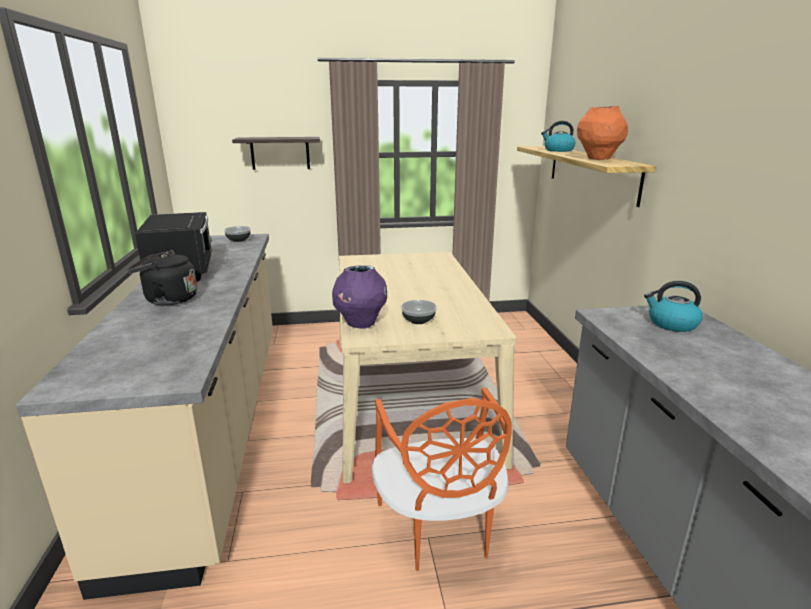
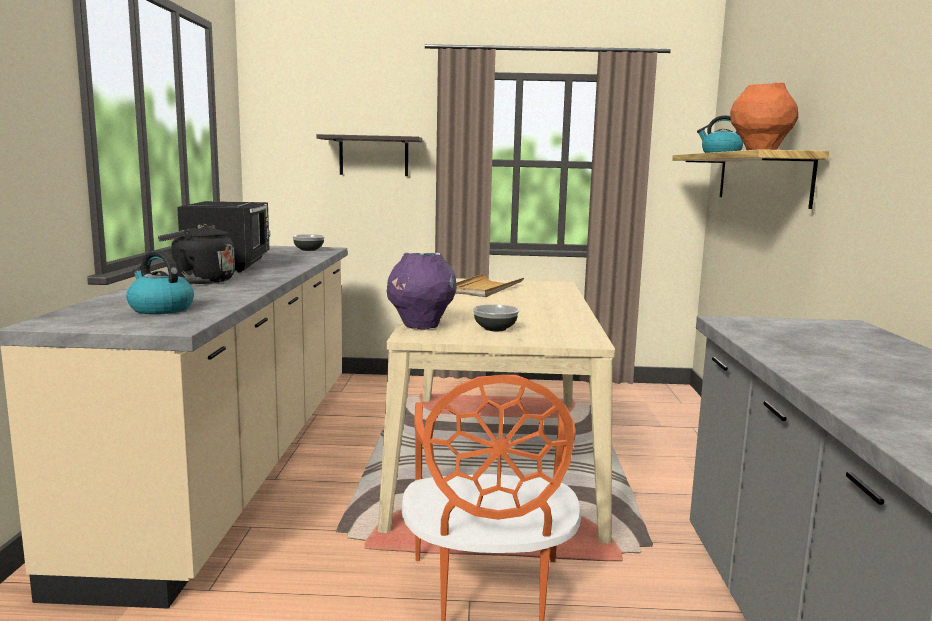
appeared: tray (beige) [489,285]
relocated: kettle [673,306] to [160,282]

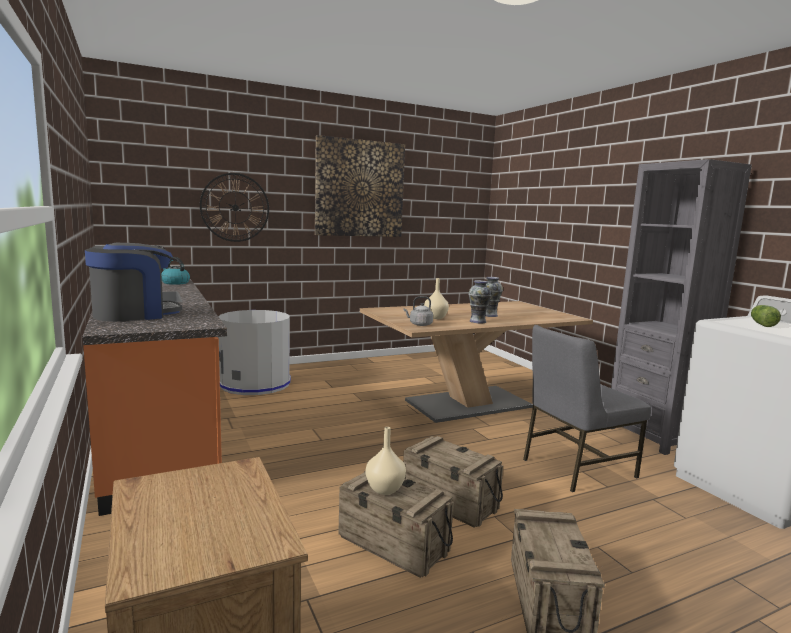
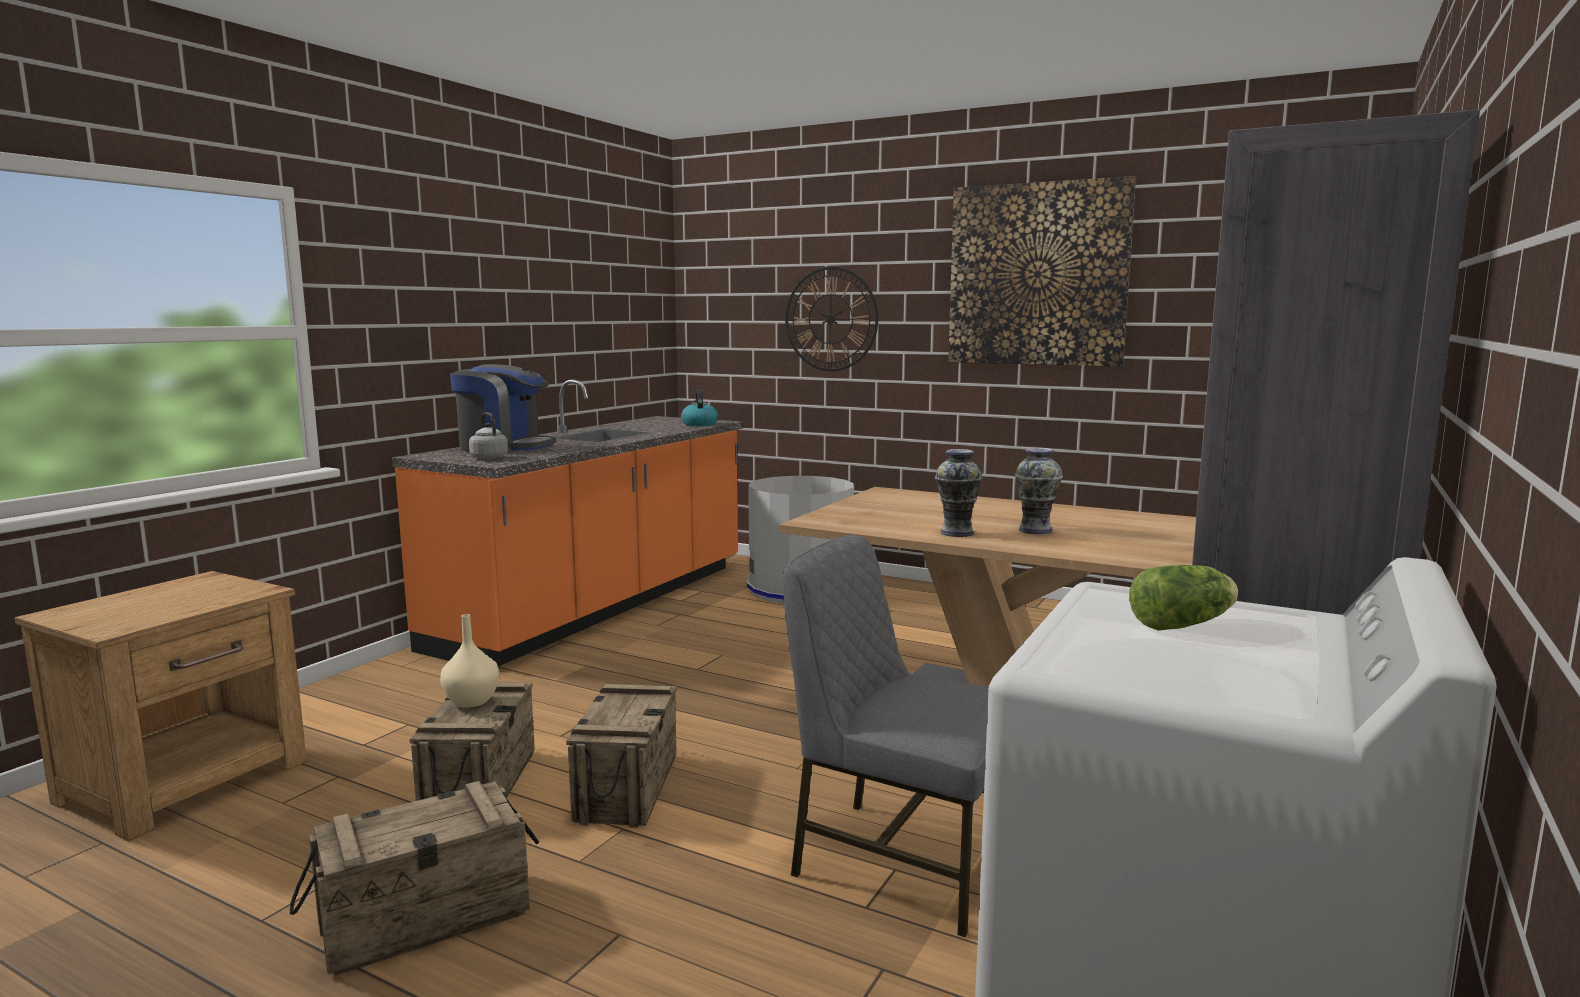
missing: vase (beige) [436,298]
relocated: kettle (grey) [418,311] to [488,436]

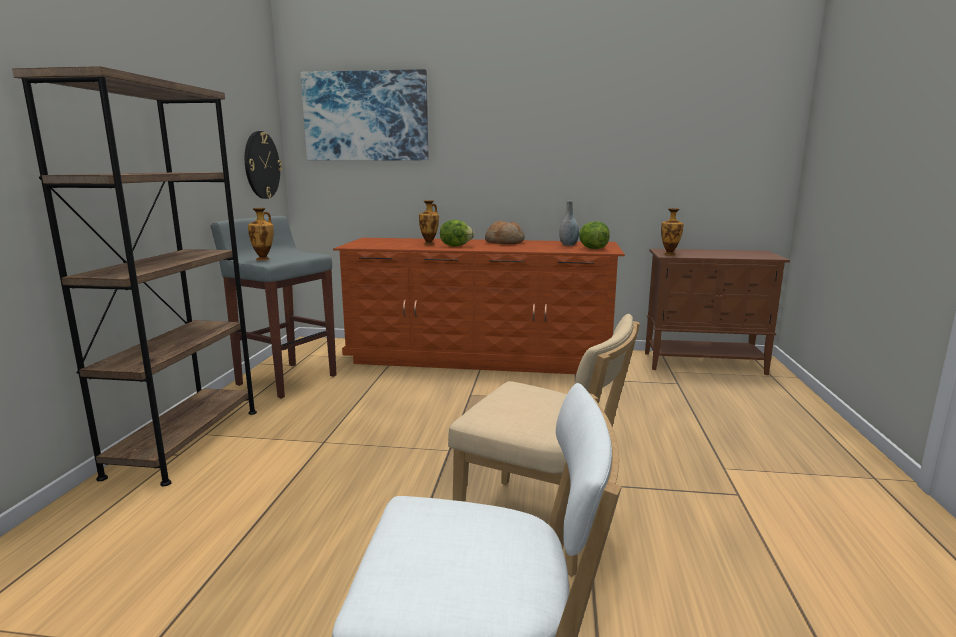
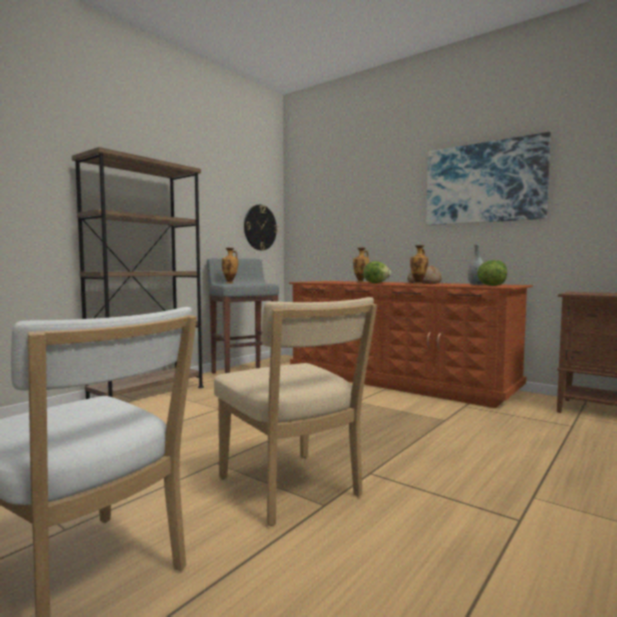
relocated: picture [364,114] to [488,179]; vase [672,231] to [419,264]

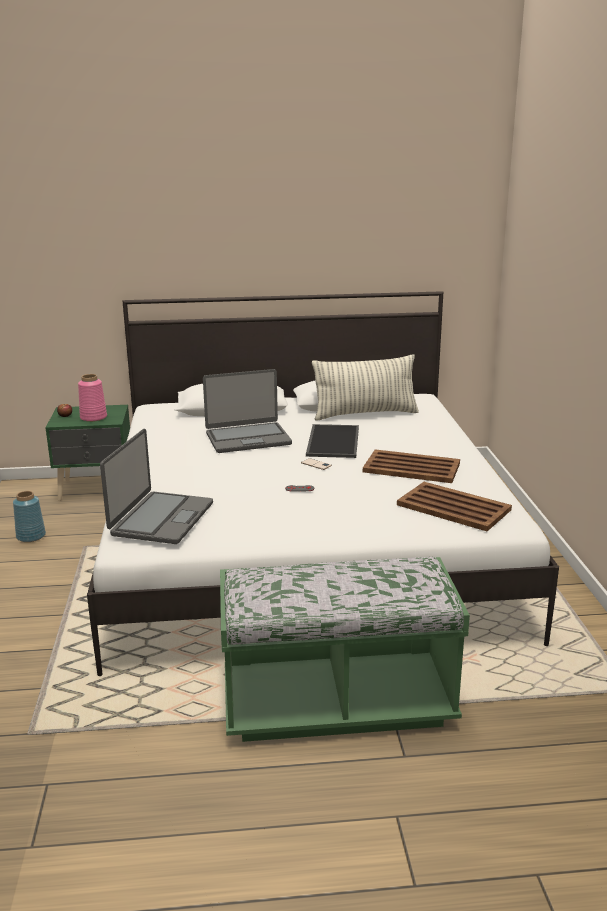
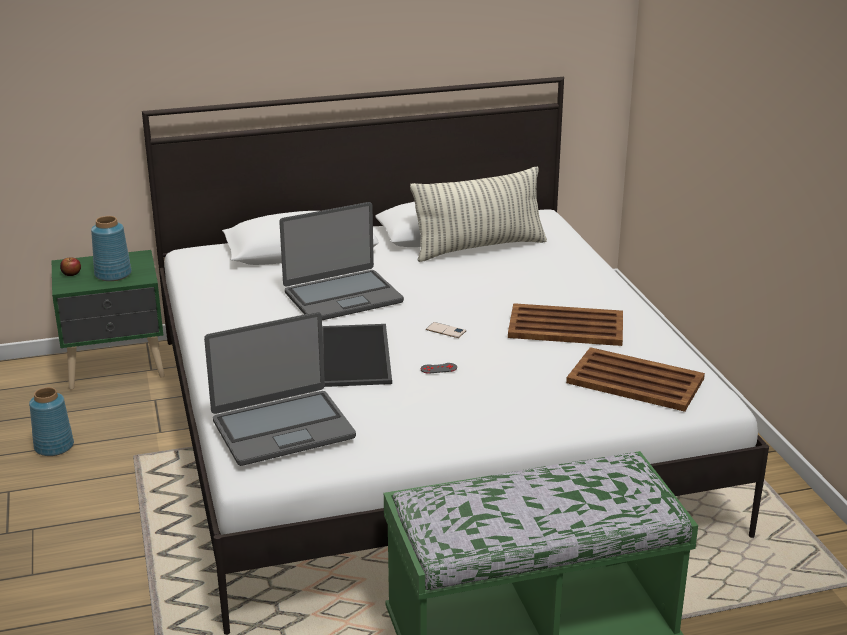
relocated: tray [332,441] to [357,355]
colour: vase (pink) [92,398] to vase (blue) [111,248]
spun: laptop [156,486] = [280,389] 60 degrees clockwise

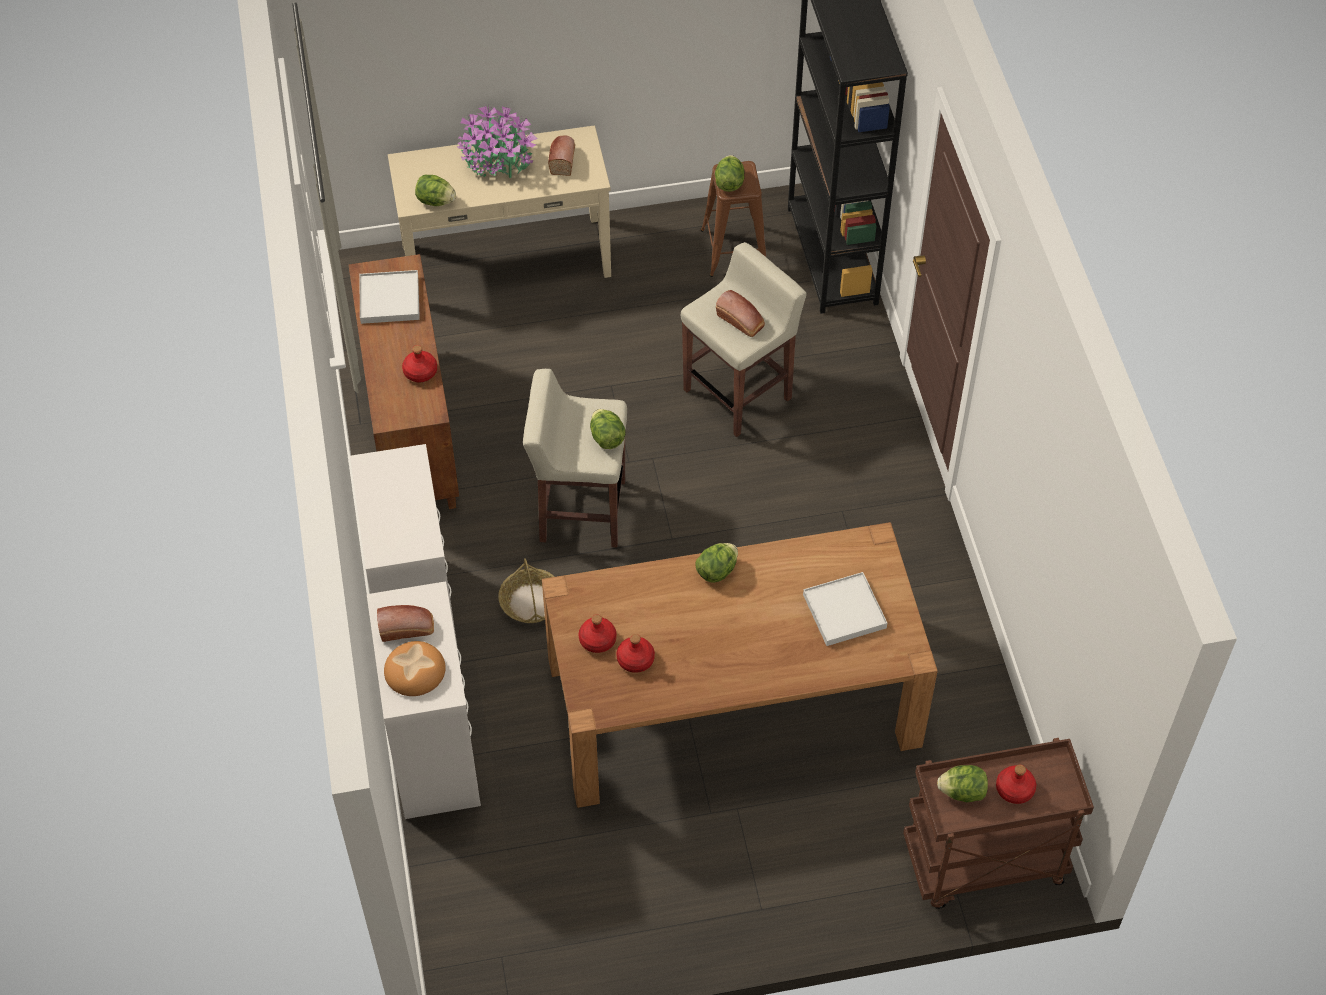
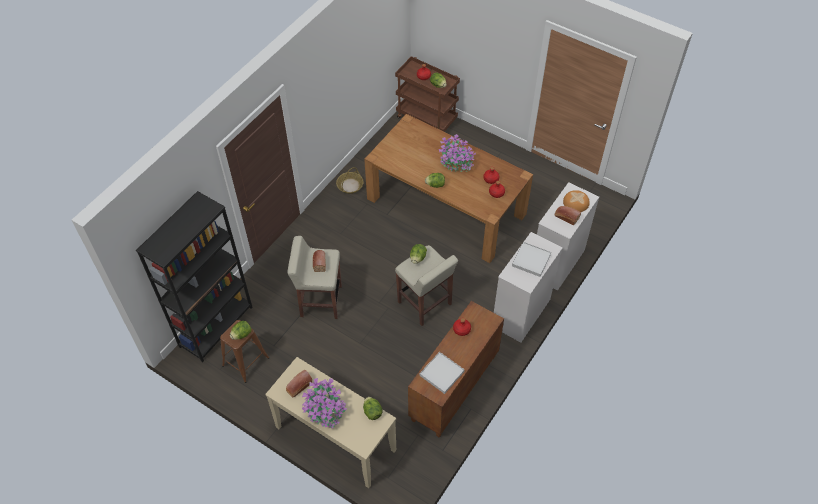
appeared: potted plant [457,153]
relocated: basket [526,590] to [350,180]; tray (white) [845,609] to [531,259]

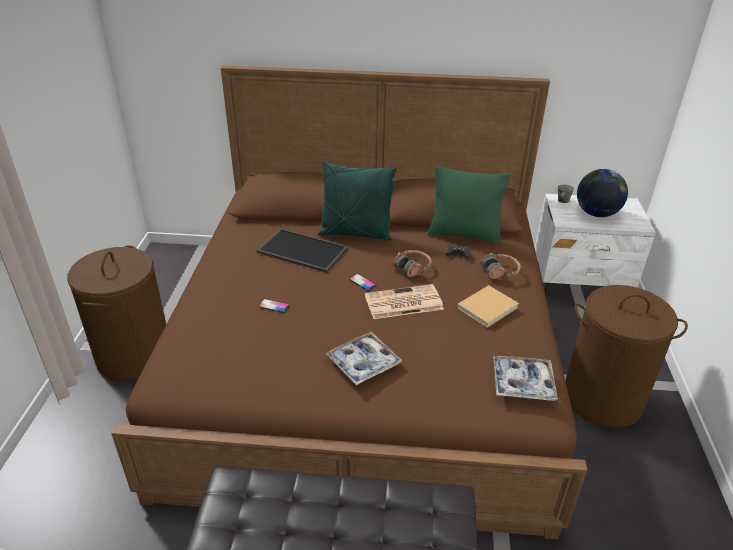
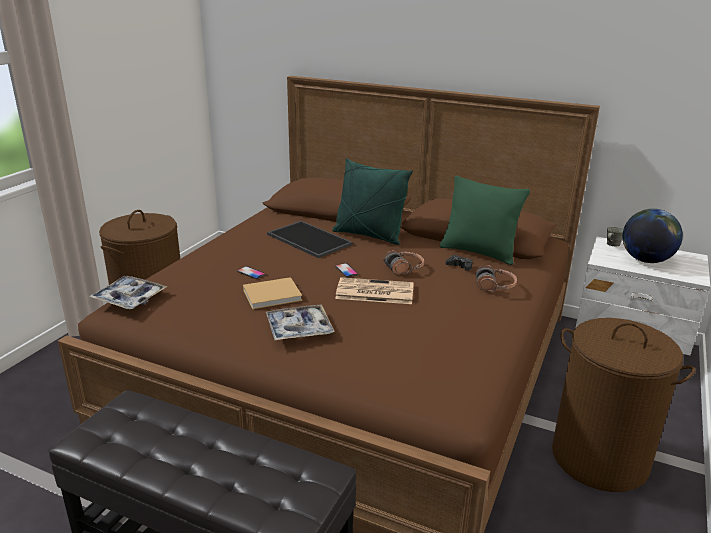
relocated: book (beige) [488,306] to [272,293]; tray [525,378] to [128,292]

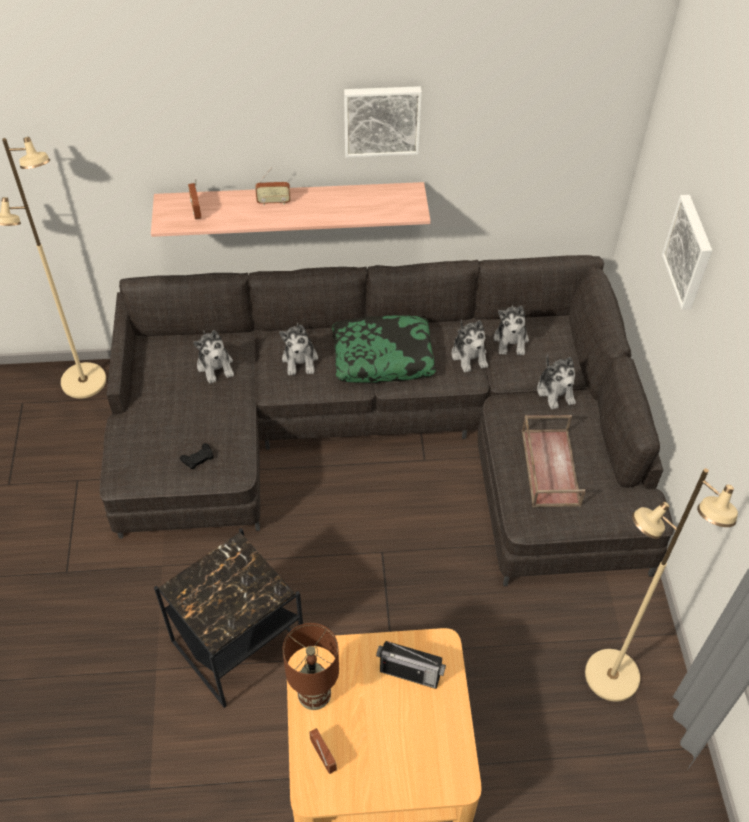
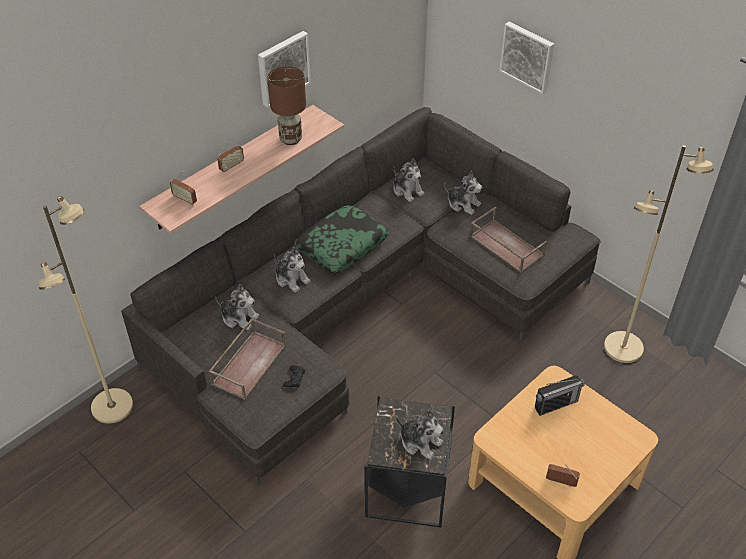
appeared: tray (brown) [247,359]
relocated: table lamp (brown) [311,666] to [286,105]; plush toy [470,346] to [419,435]

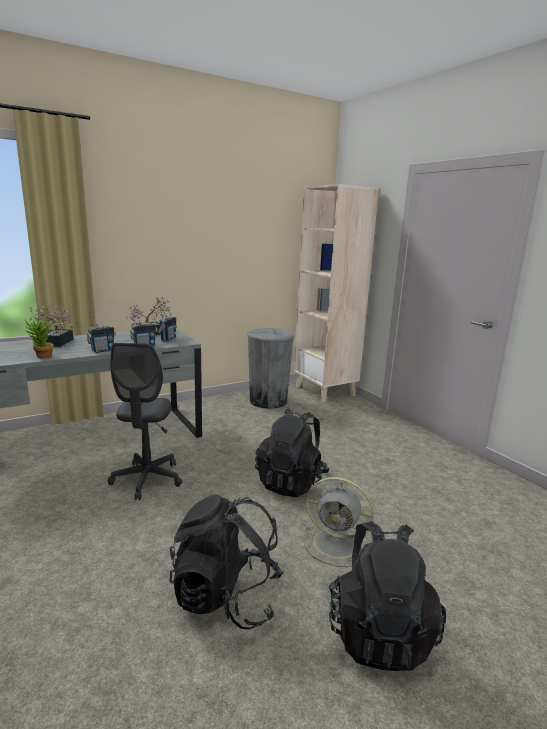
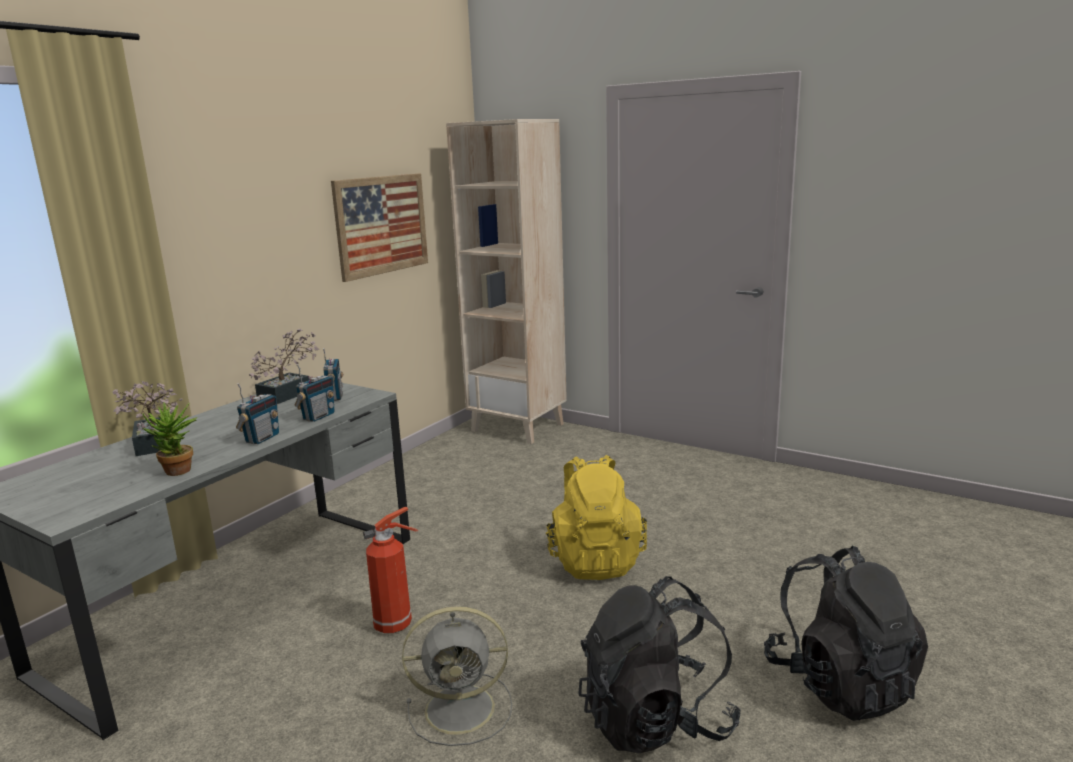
missing: trash can (grey) [270,368]
appeared: picture [379,227]
relocated: fan (grey) [338,522] to [457,676]
exchanged: office chair (grey) [145,421] to fire extinguisher [390,570]
colour: backpack (black) [292,452] to backpack (yellow) [596,517]

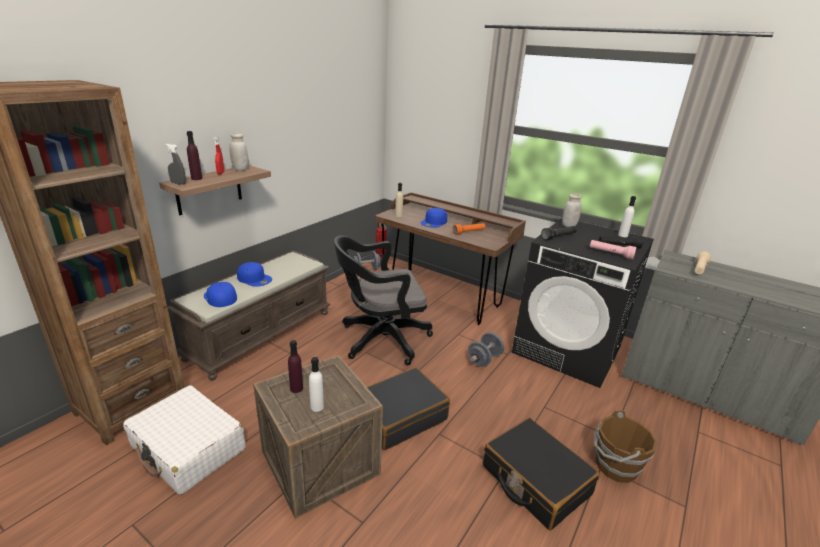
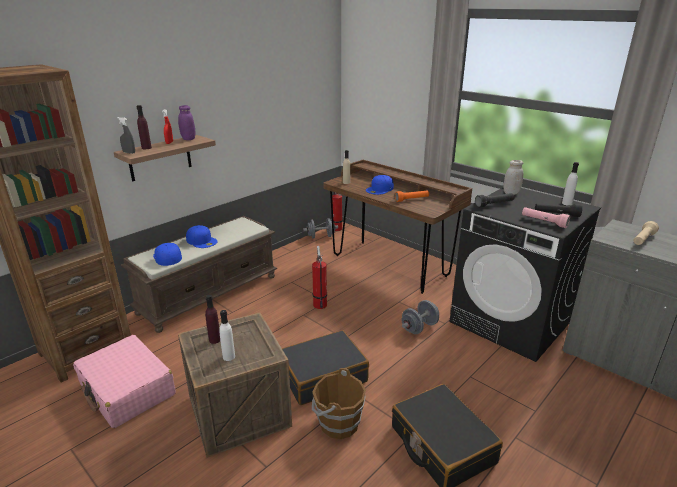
relocated: bucket (brown) [625,446] to [339,403]
exchanged: office chair (black) [383,300] to fire extinguisher [319,277]
colour: suitcase (white) [184,440] to suitcase (pink) [124,381]; jar (white) [239,152] to jar (purple) [186,122]

